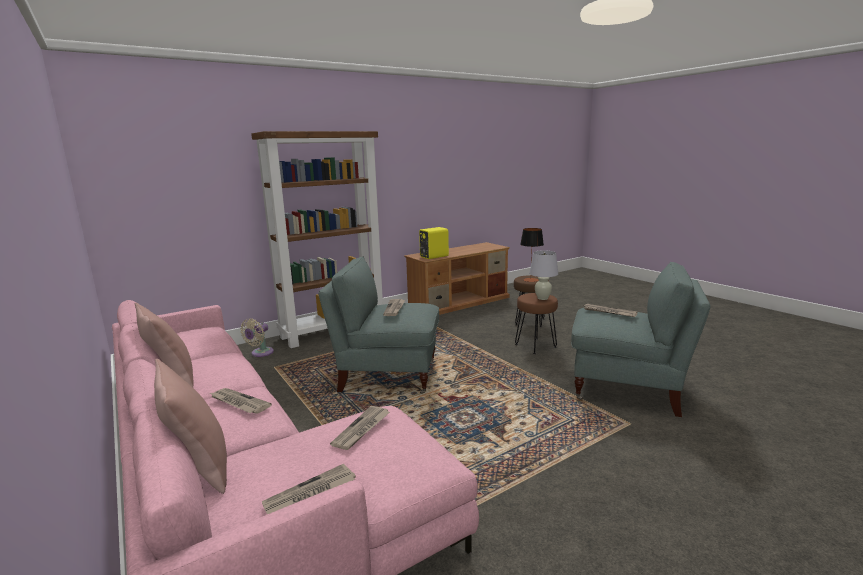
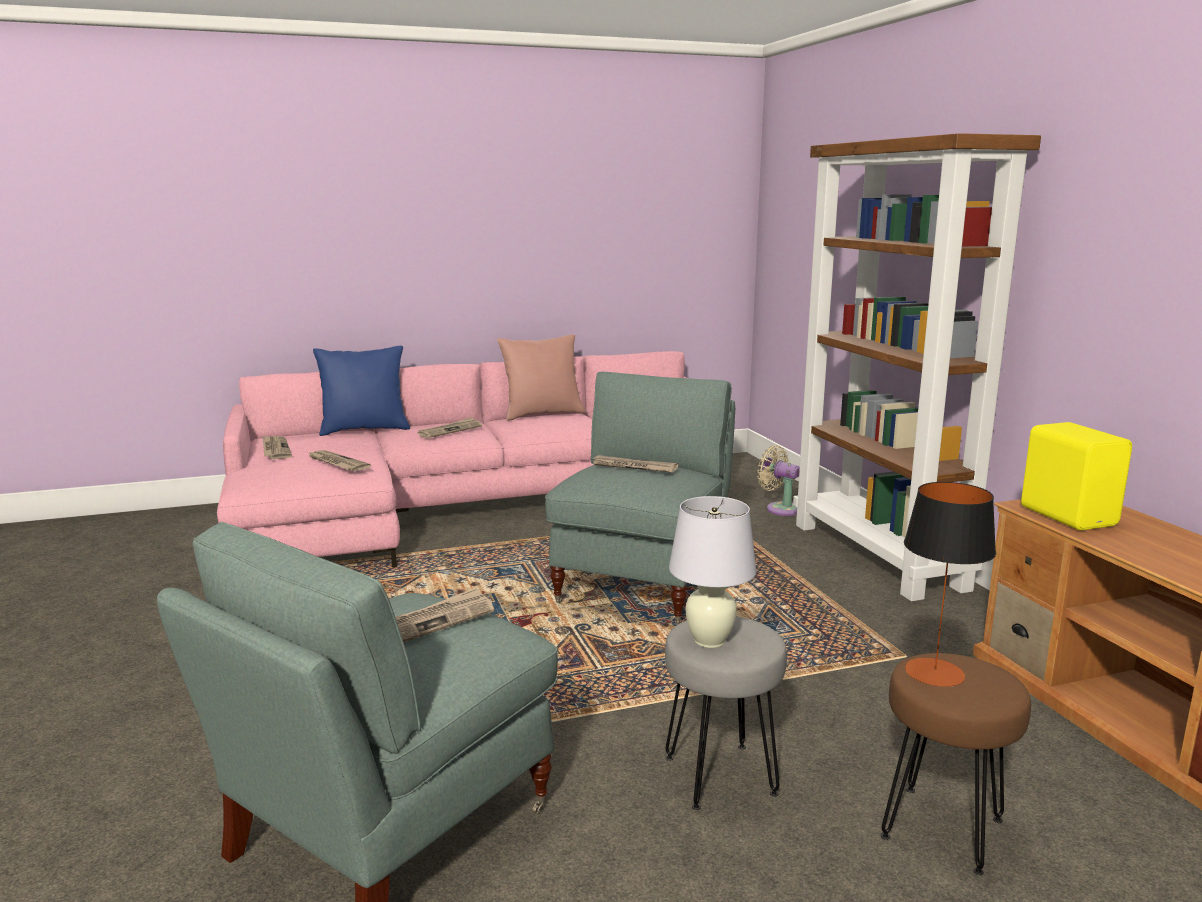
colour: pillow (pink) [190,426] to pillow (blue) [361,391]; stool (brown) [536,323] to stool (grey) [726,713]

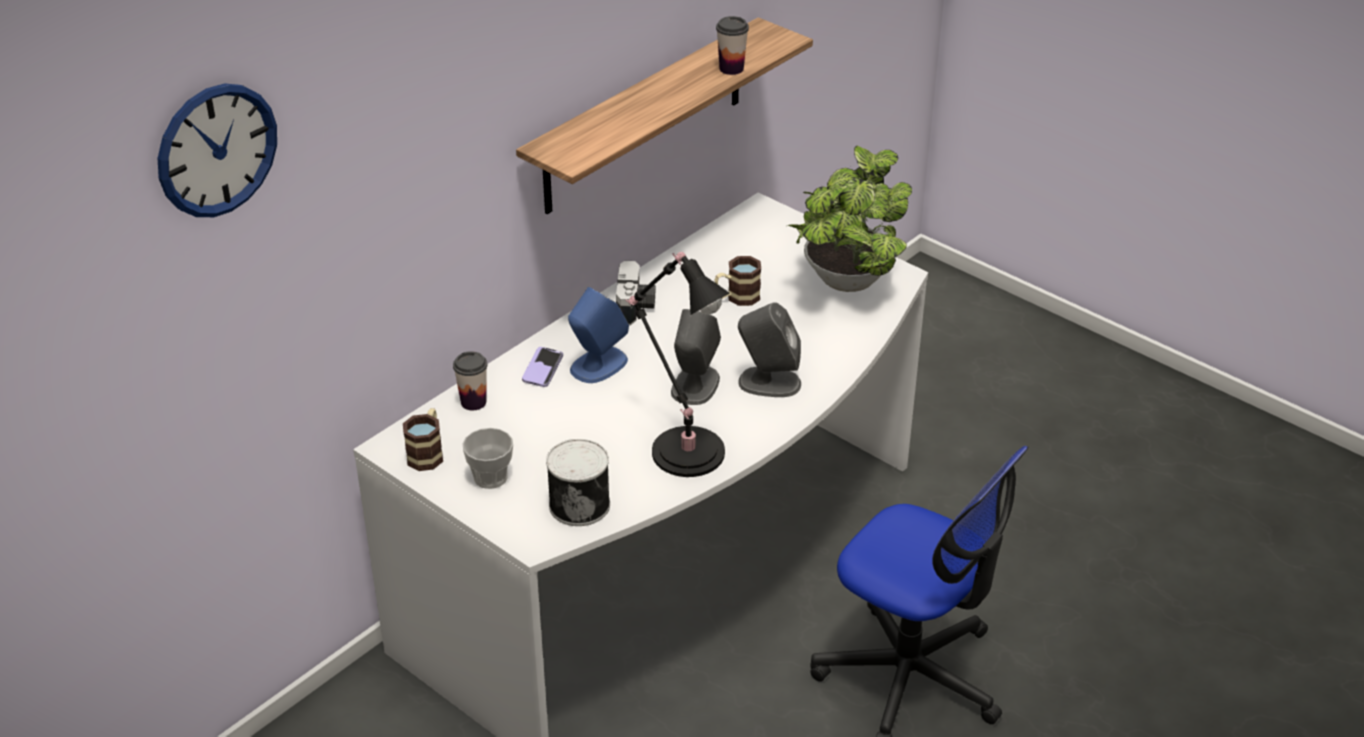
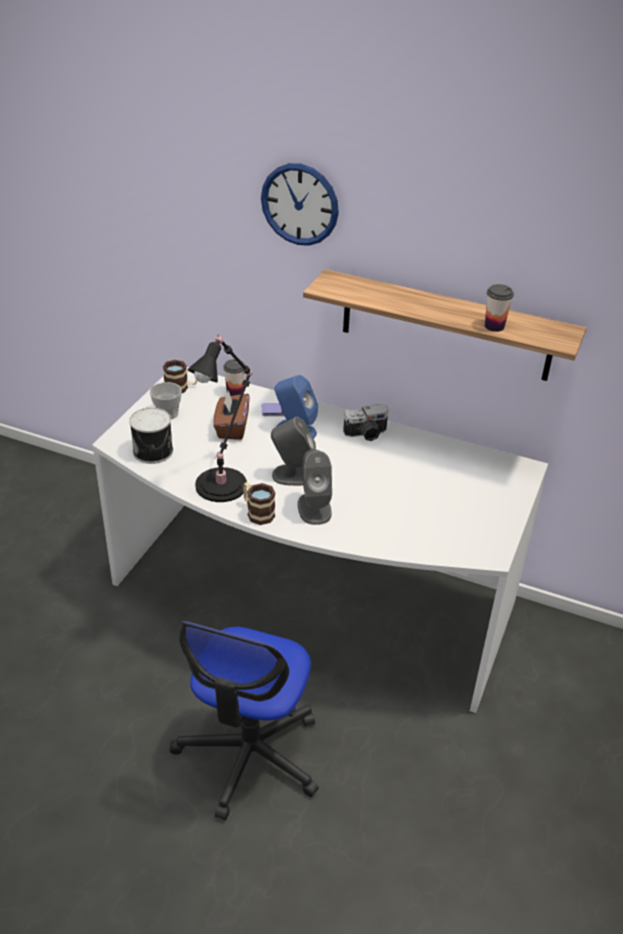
missing: potted plant [850,219]
appeared: tissue box (brown) [231,415]
relocated: wall clock [217,150] to [300,204]; mug [738,281] to [259,503]

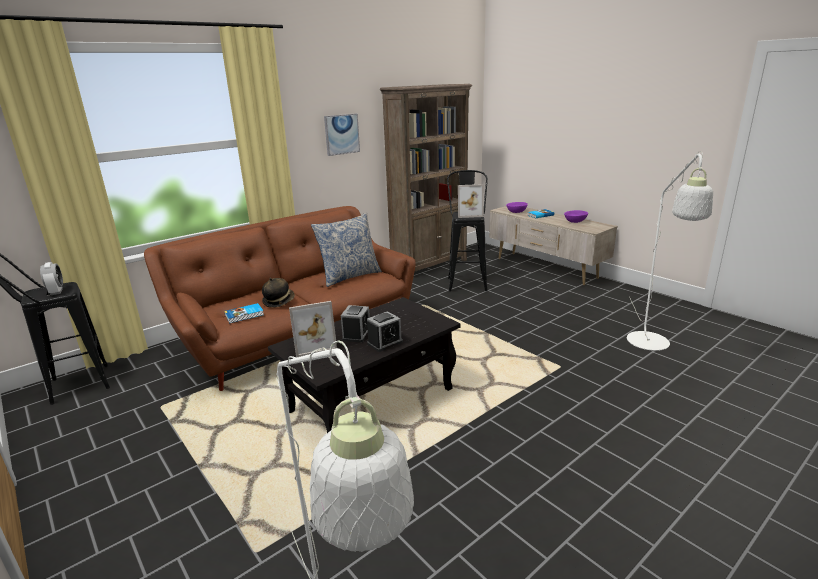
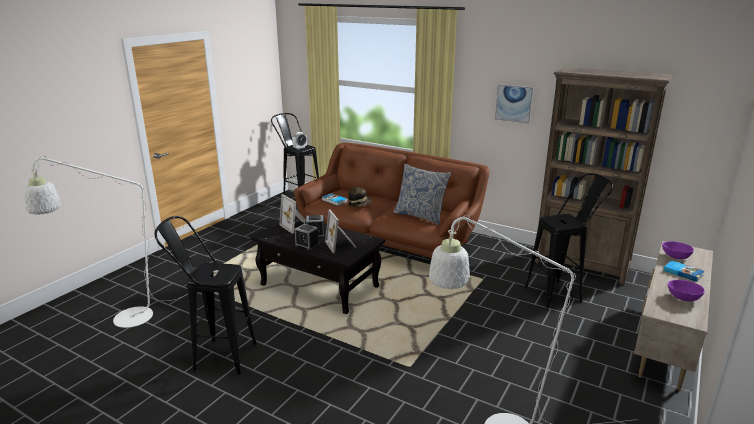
appeared: stool (black) [205,295]
relocated: picture frame [471,201] to [341,231]

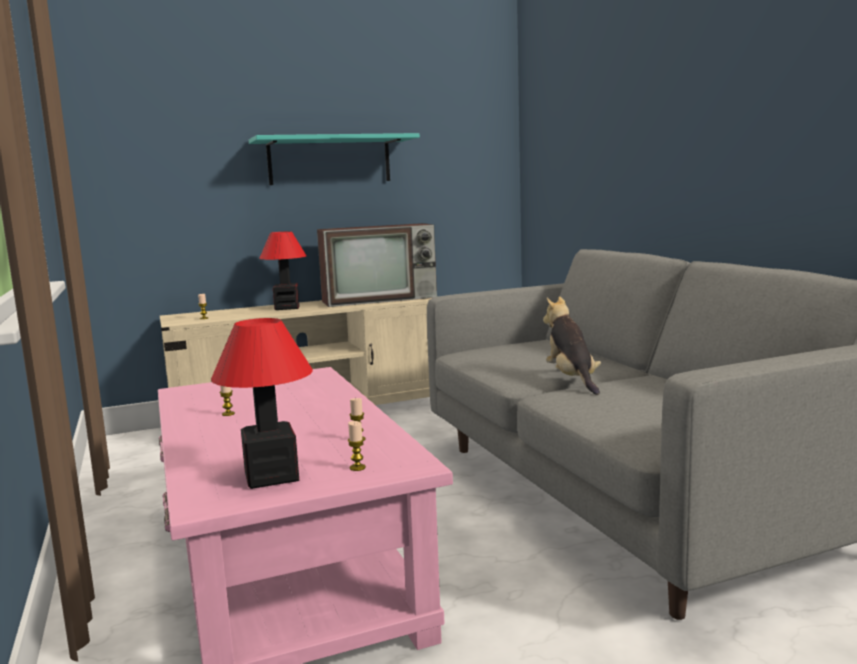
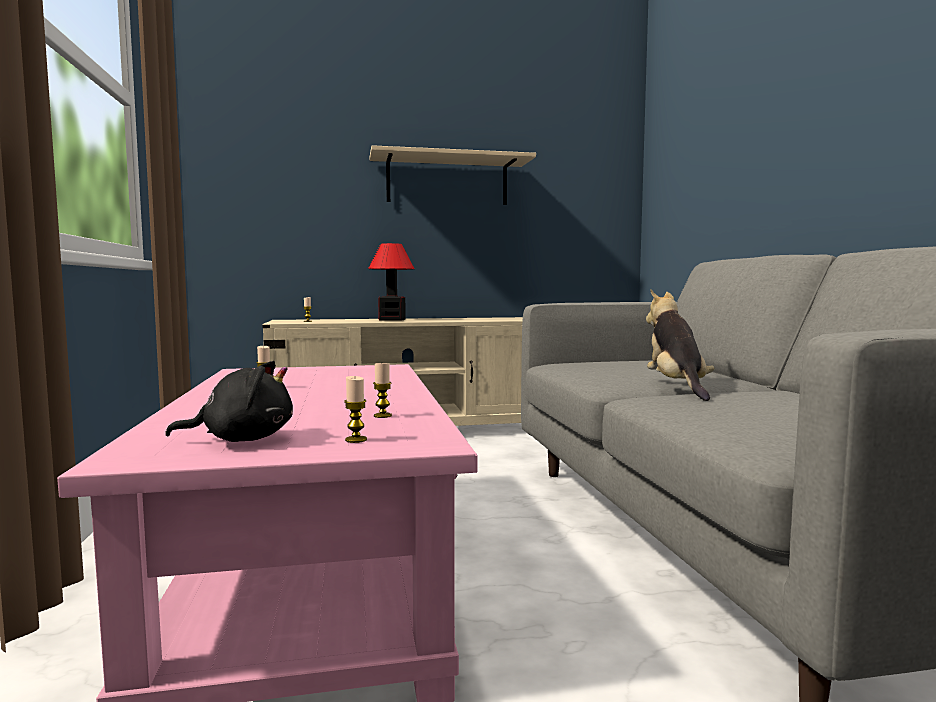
missing: television [377,265]
exchanged: table lamp [262,403] to plush toy (black) [229,401]
colour: shelf (turquoise) [334,159] to shelf (beige) [453,175]

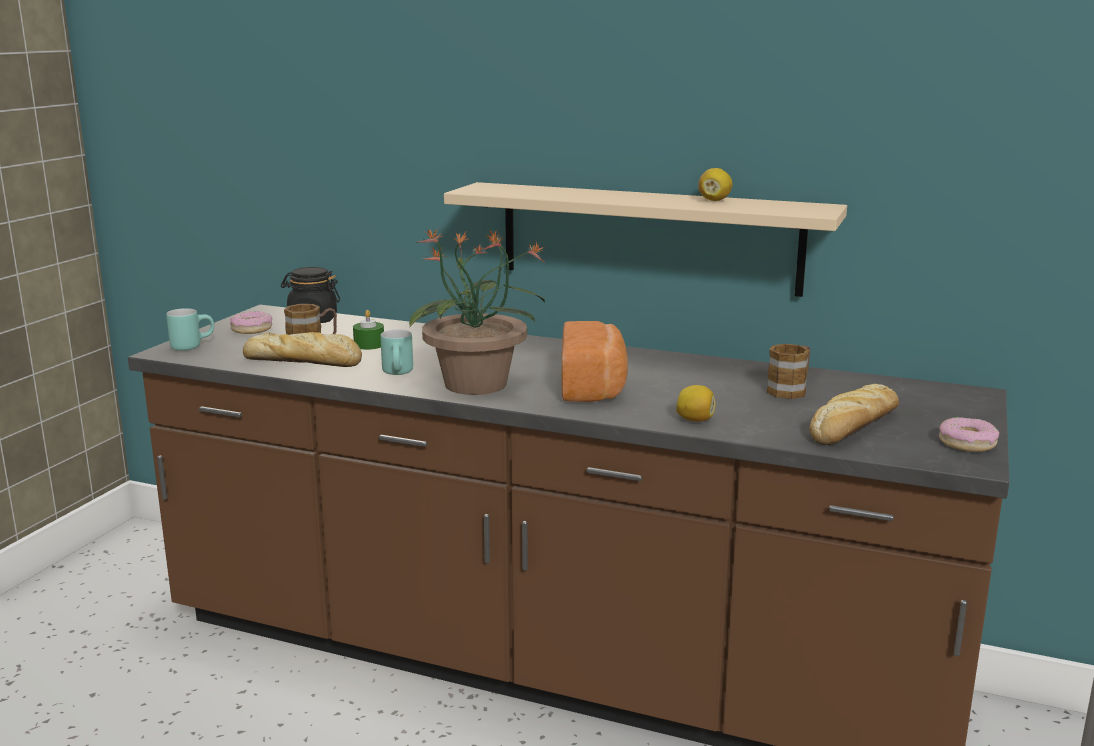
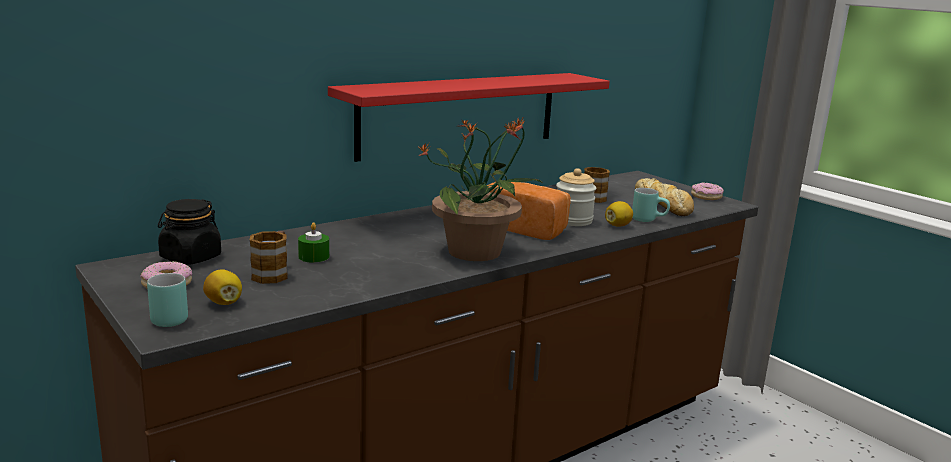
missing: bread [302,349]
appeared: jar [576,197]
relocated: mug (turquoise) [396,352] to [651,205]; lemon [715,184] to [222,287]
colour: shelf (beige) [645,239] to shelf (red) [469,117]

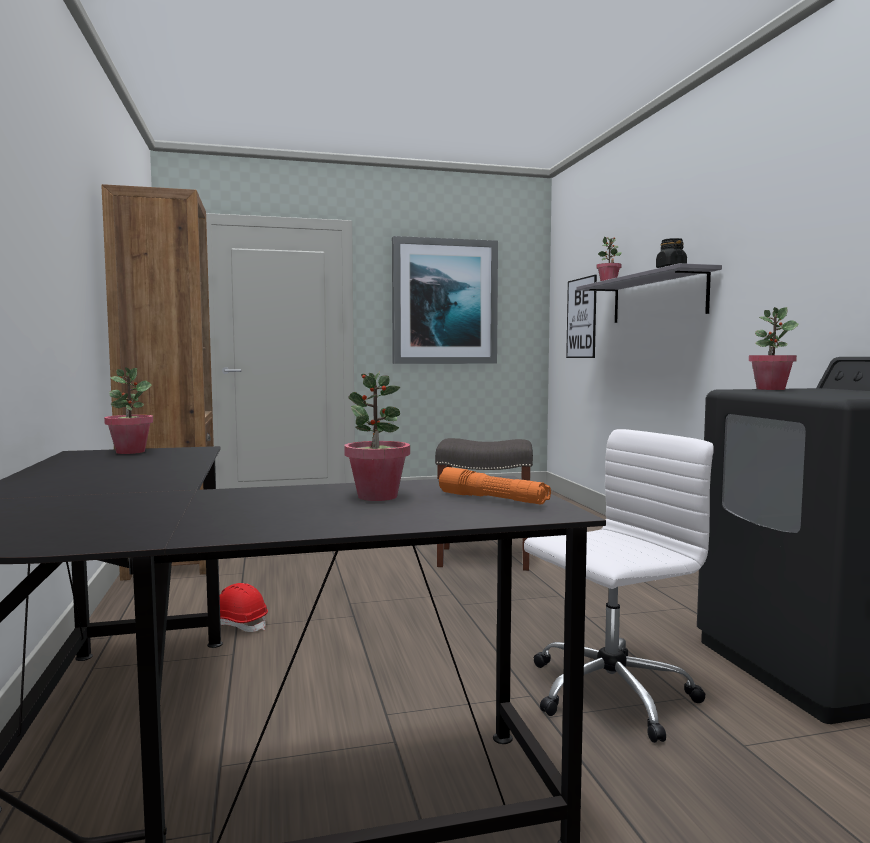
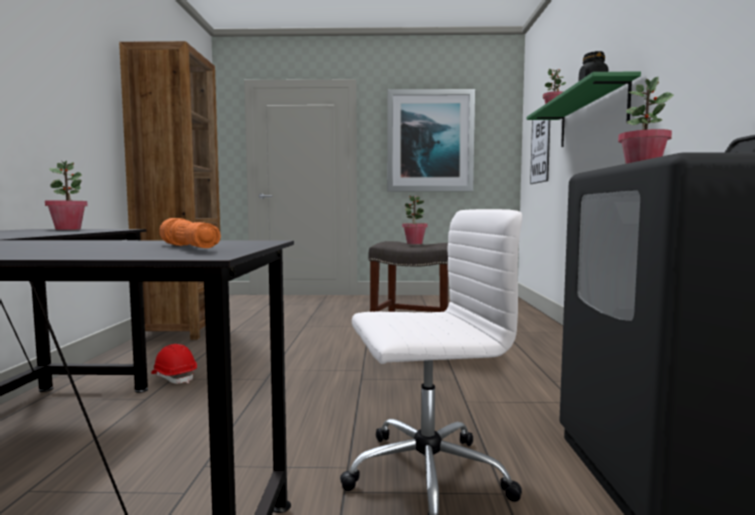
relocated: potted plant [377,436] to [415,220]
colour: shelf (grey) [649,293] to shelf (green) [584,109]

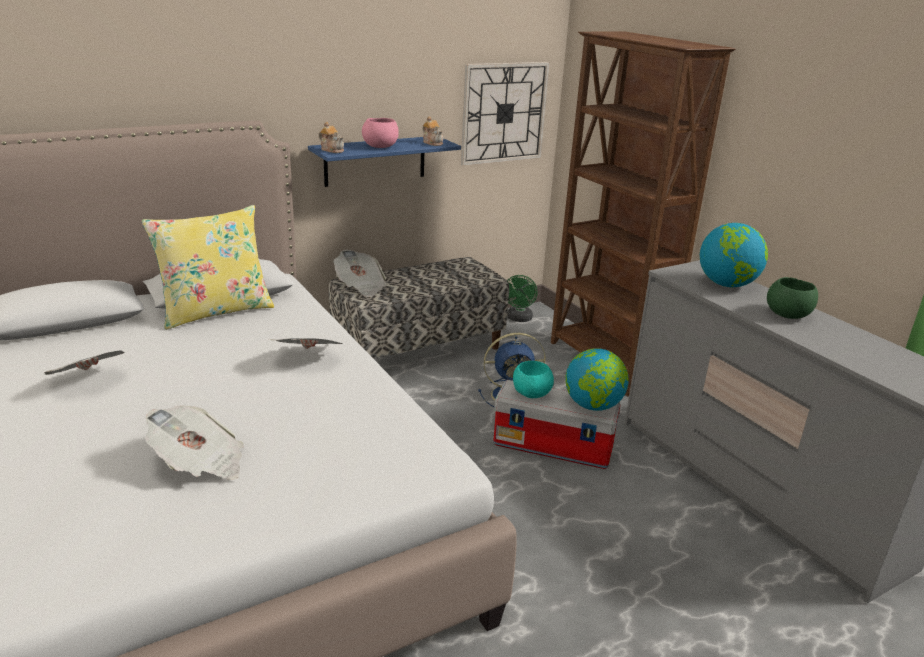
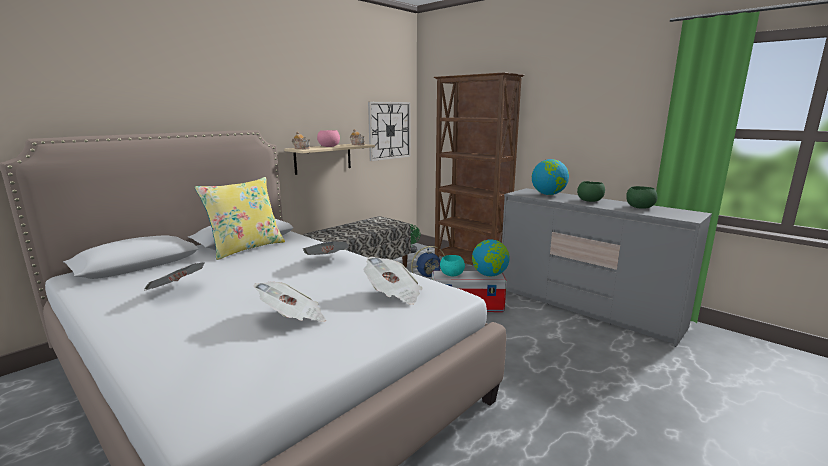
appeared: bowl (green) [642,197]
relocated: newspaper [360,273] to [393,281]
colour: shelf (blue) [384,162] to shelf (beige) [329,159]

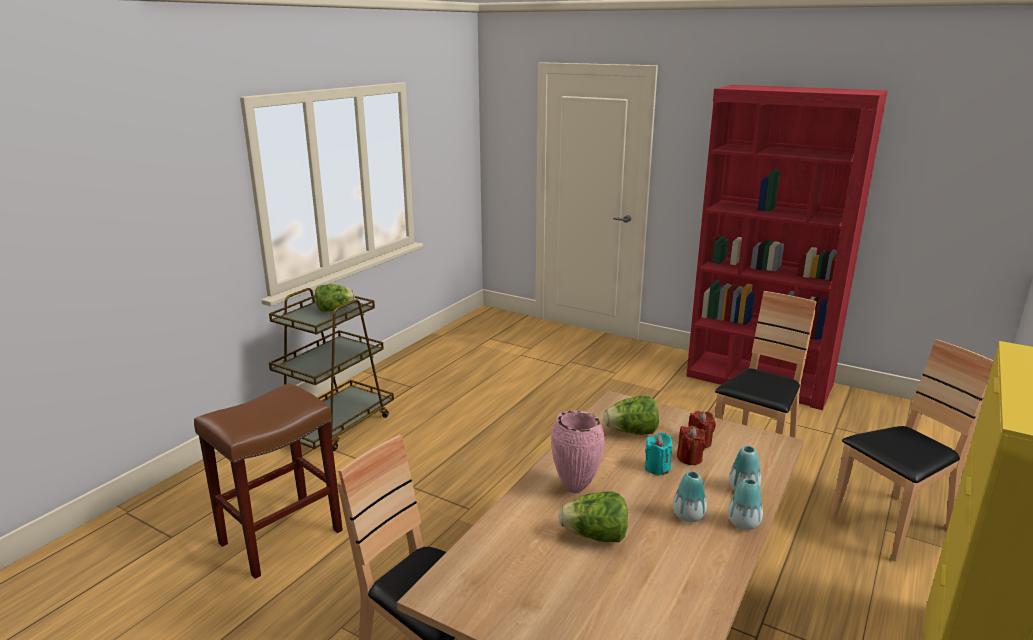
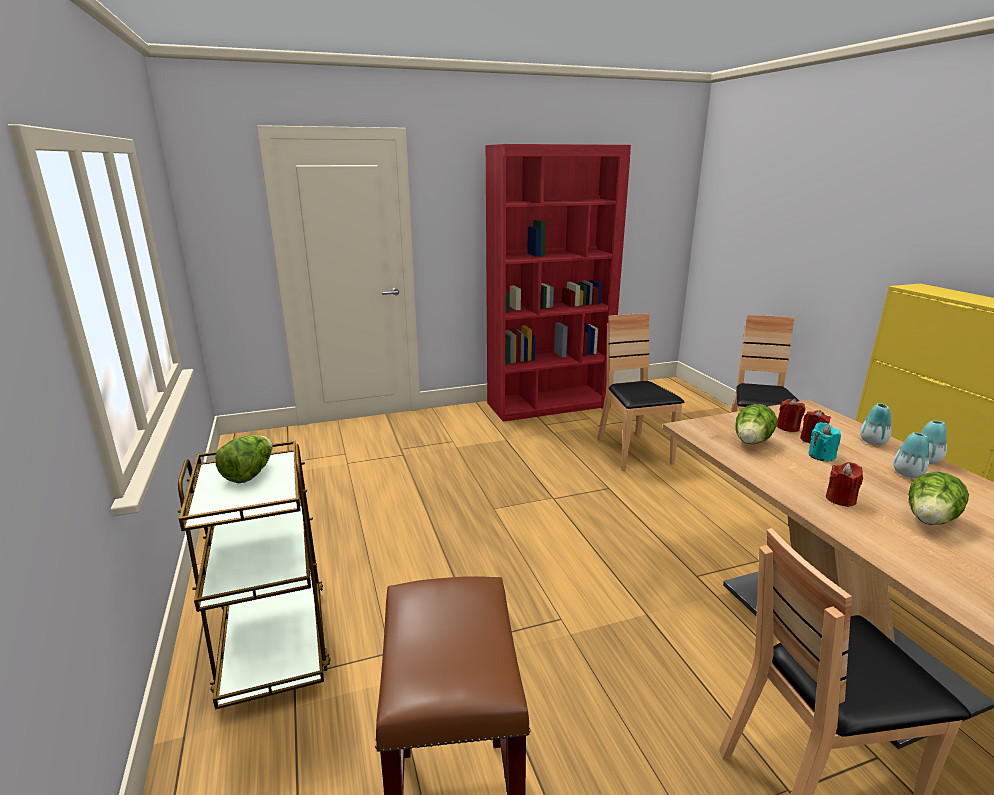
exchanged: vase (pink) [577,452] to candle (red) [844,484]

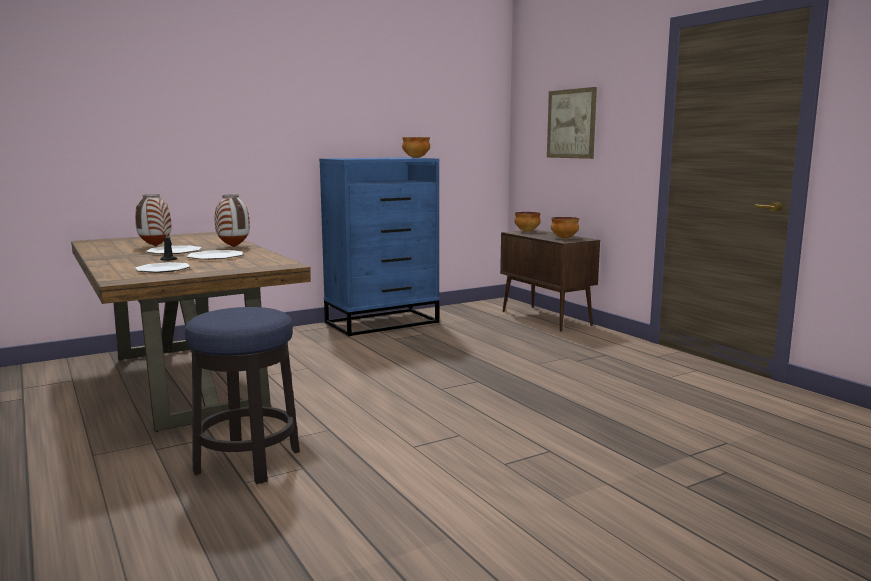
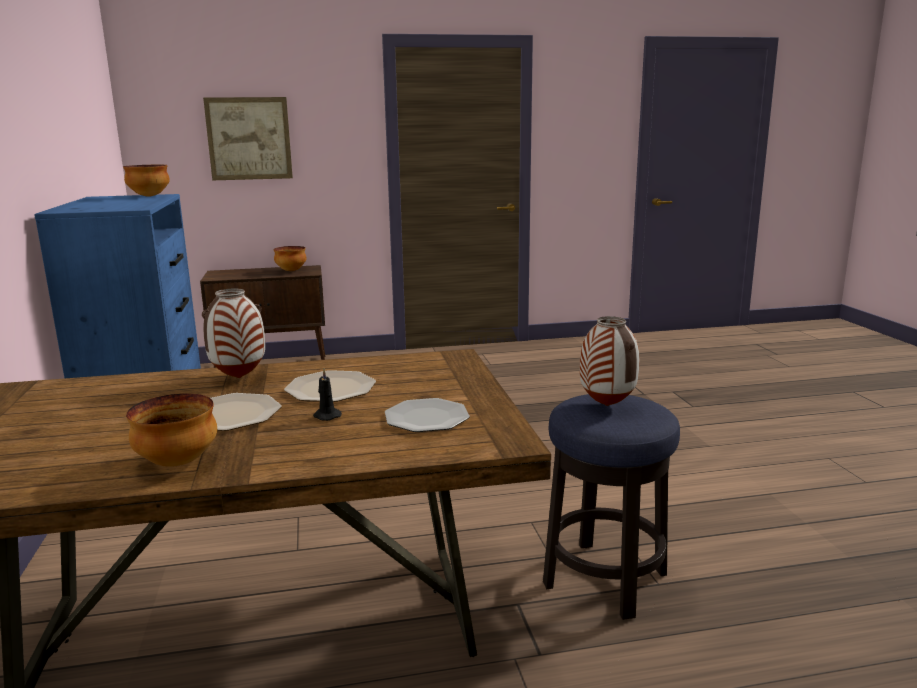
relocated: vase [153,220] to [609,361]; bowl [527,222] to [171,430]

